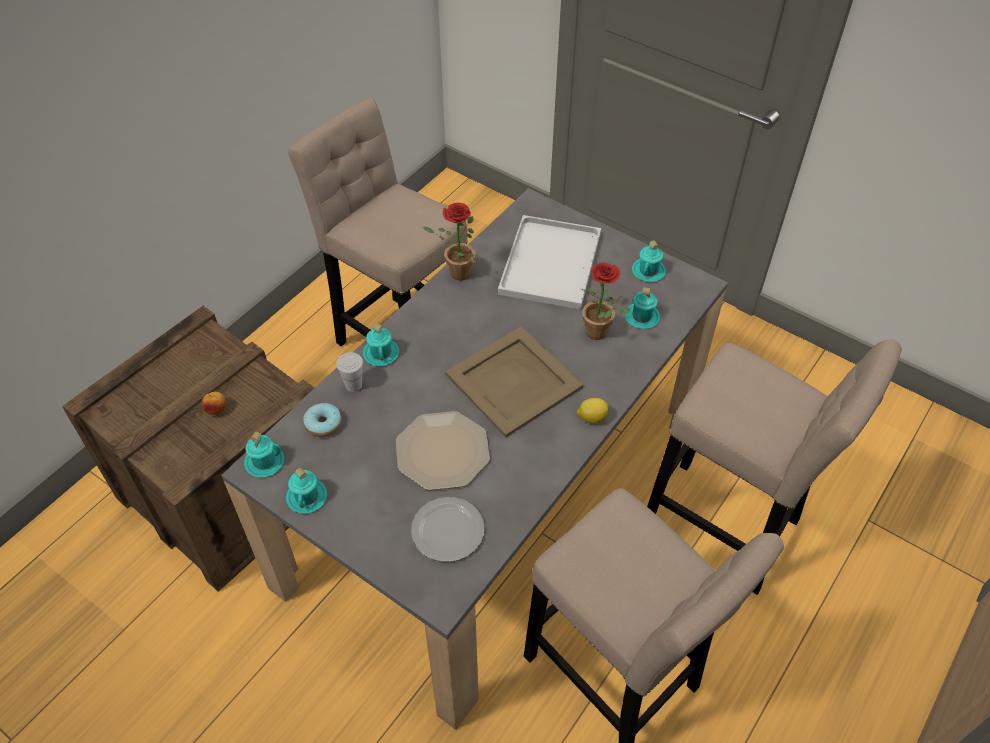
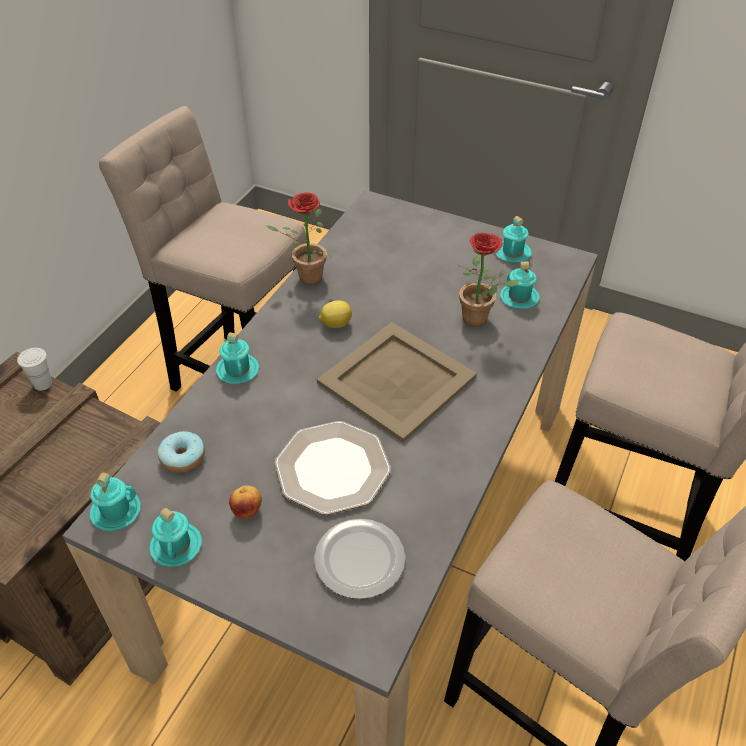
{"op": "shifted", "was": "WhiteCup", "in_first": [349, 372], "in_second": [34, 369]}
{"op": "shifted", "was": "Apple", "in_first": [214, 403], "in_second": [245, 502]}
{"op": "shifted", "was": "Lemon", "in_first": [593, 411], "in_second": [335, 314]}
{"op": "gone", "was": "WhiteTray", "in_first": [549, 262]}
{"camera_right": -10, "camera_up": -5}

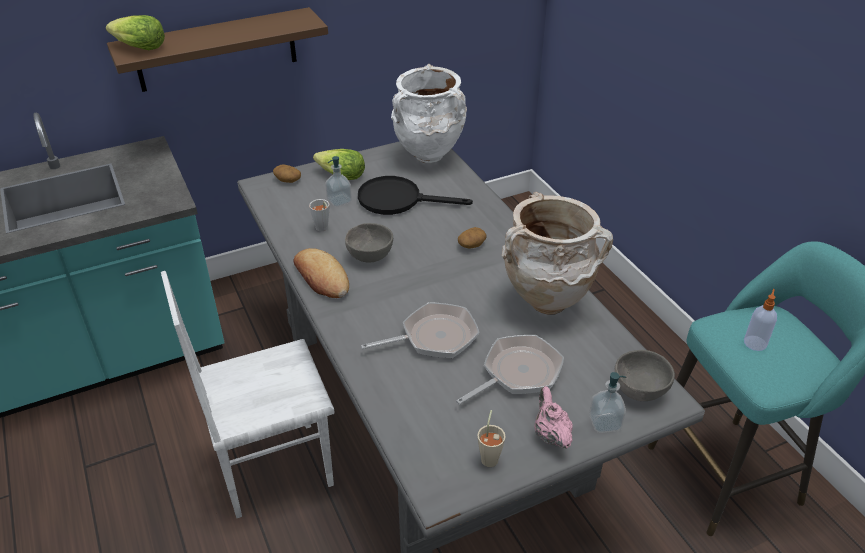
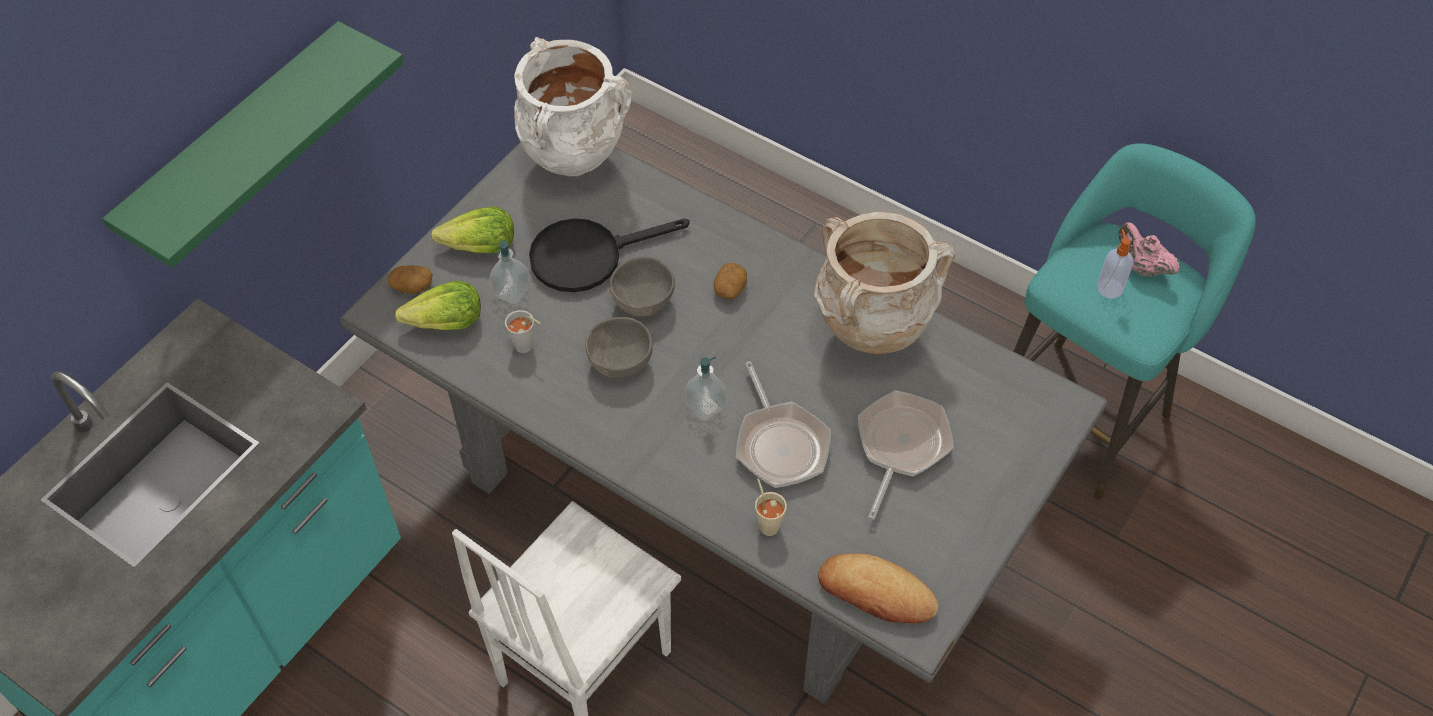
{"op": "repainted", "was": "BrownShelf", "now": "GreenShelf", "in_first": [217, 49], "in_second": [253, 144]}
{"op": "shifted", "was": "Lettuce", "in_first": [135, 32], "in_second": [438, 305]}
{"op": "shifted", "was": "GreyBowl", "in_first": [645, 375], "in_second": [642, 286]}
{"op": "shifted", "was": "SoapDispenser", "in_first": [607, 402], "in_second": [705, 389]}
{"op": "rotated", "was": "FryingPan", "in_first": [420, 330], "in_second": [783, 424], "clockwise": 120}
{"op": "shifted", "was": "BeigeCup", "in_first": [491, 438], "in_second": [771, 507]}
{"op": "shifted", "was": "Bread", "in_first": [321, 273], "in_second": [878, 588]}
{"op": "shifted", "was": "PinkTeapot", "in_first": [553, 417], "in_second": [1149, 249]}
{"camera_right": -30, "camera_up": 15}

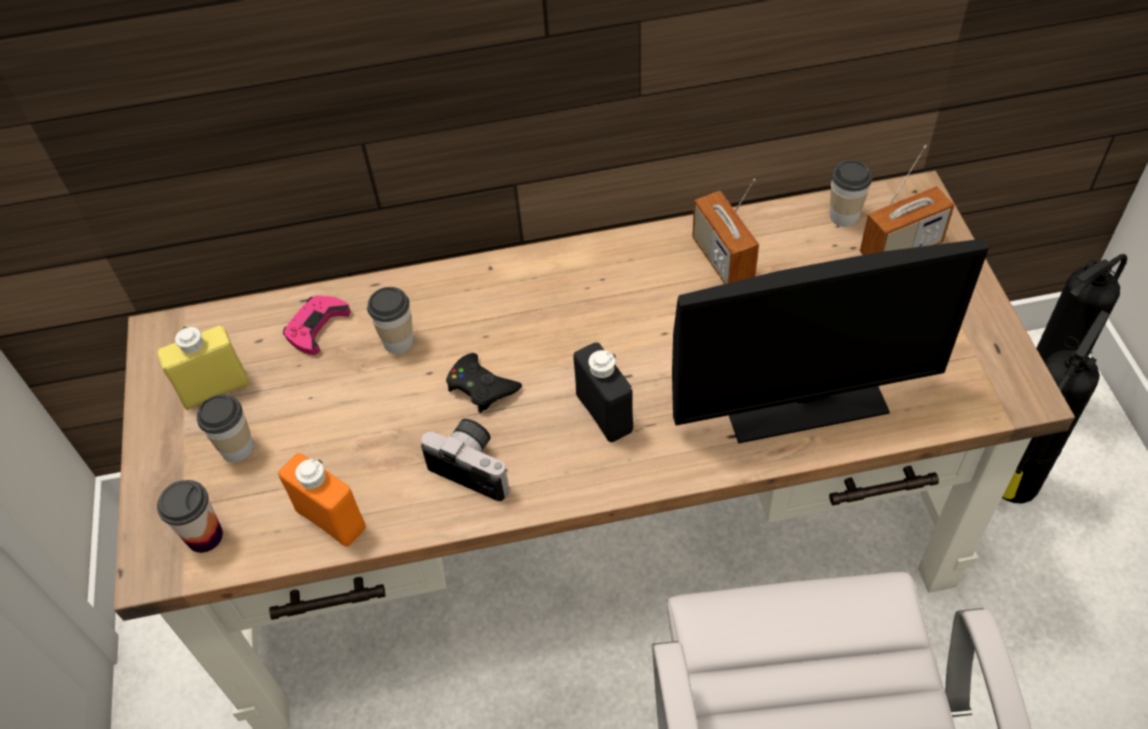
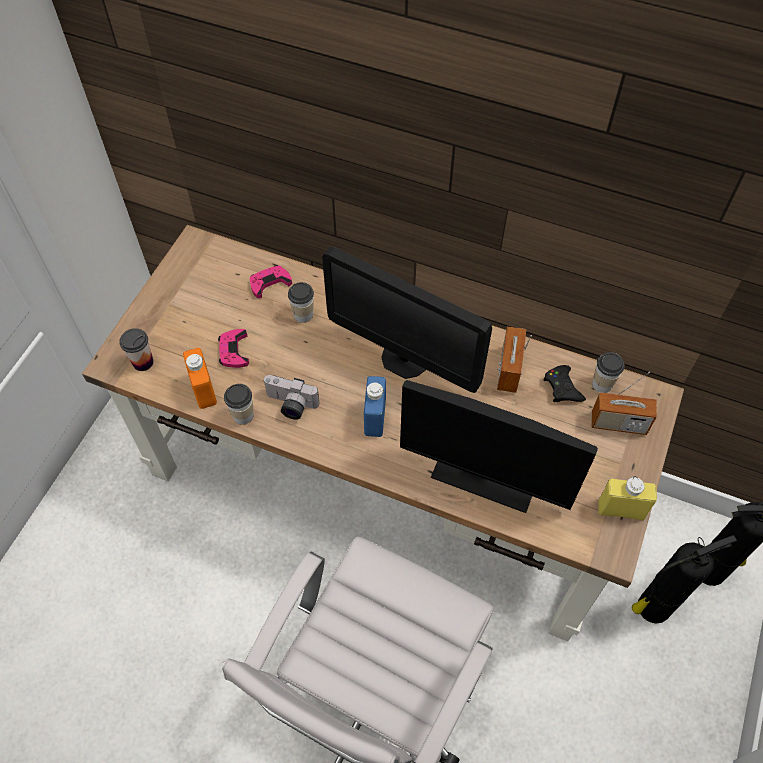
{"op": "new", "now": "PinkGameController", "in_second": [233, 348]}
{"op": "shifted", "was": "Cup", "in_first": [225, 428], "in_second": [239, 404]}
{"op": "rotated", "was": "PhotoCamera", "in_first": [465, 460], "in_second": [291, 397], "clockwise": 135}
{"op": "new", "now": "Monitor", "in_second": [407, 319]}
{"op": "repainted", "was": "BlackBottle", "now": "BlueBottle", "in_first": [603, 392], "in_second": [375, 406]}
{"op": "shifted", "was": "BlackGameController", "in_first": [484, 383], "in_second": [564, 383]}
{"op": "shifted", "was": "YellowBottle", "in_first": [203, 367], "in_second": [627, 498]}
{"camera_right": 30, "camera_up": 5}

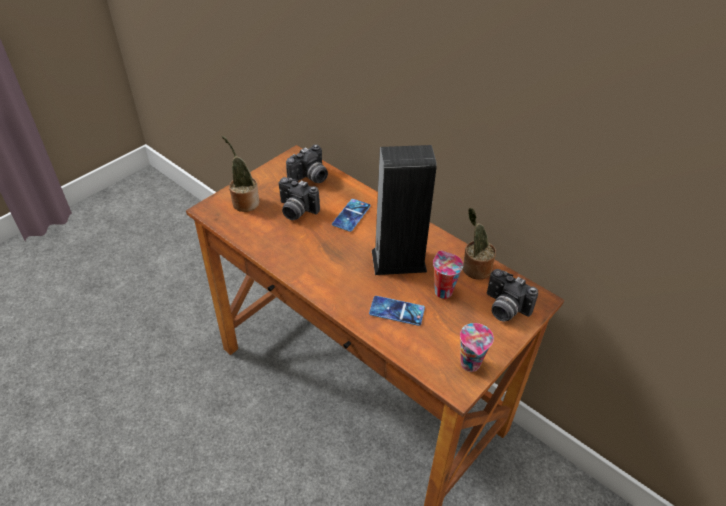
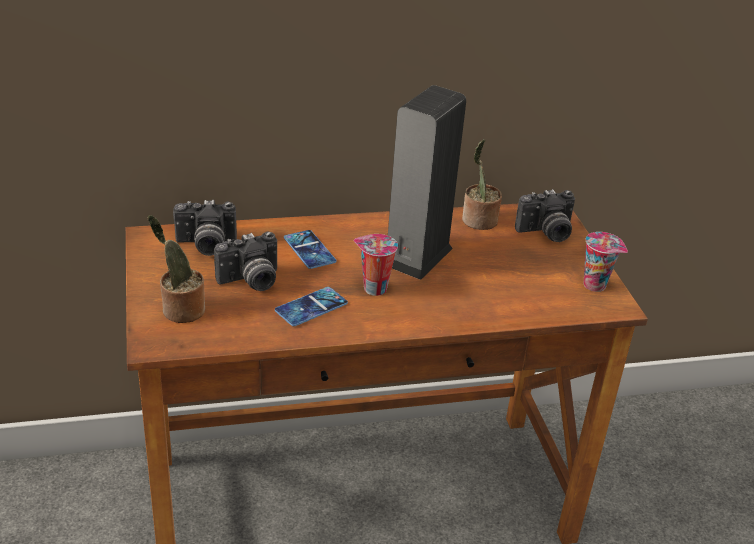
{"op": "rotated", "was": "PhotoCamera", "in_first": [307, 163], "in_second": [205, 228], "clockwise": 90}
{"op": "shifted", "was": "Phone", "in_first": [397, 311], "in_second": [311, 306]}
{"op": "shifted", "was": "Cup", "in_first": [448, 275], "in_second": [375, 265]}
{"camera_right": -55, "camera_up": -10}

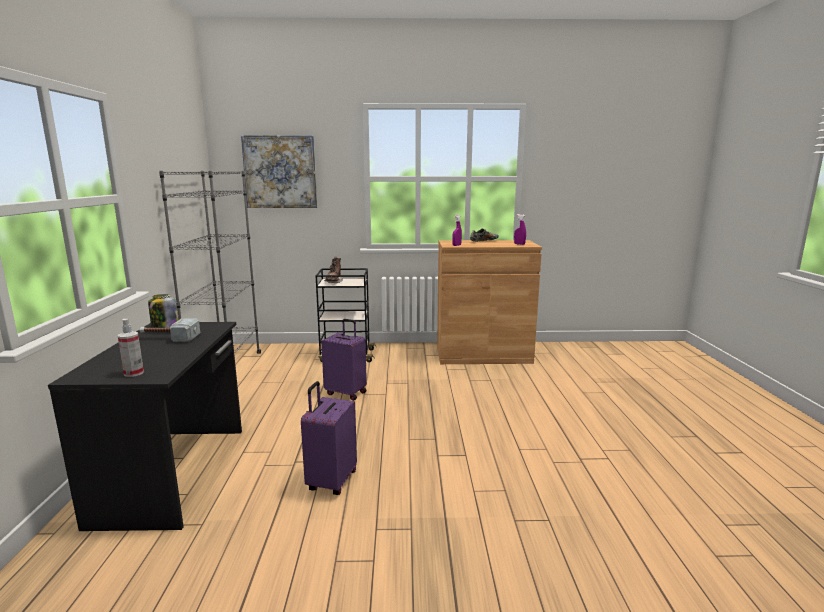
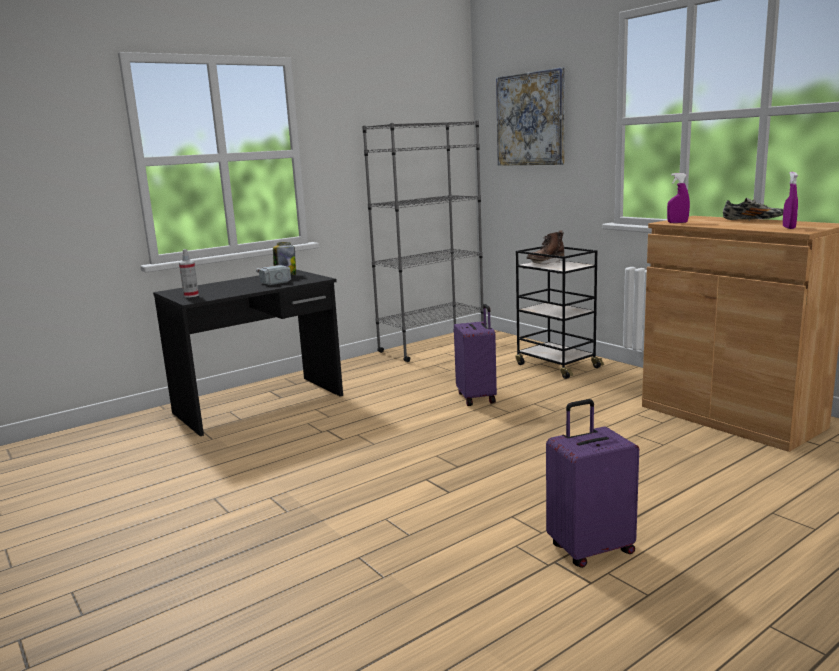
{"op": "shifted", "was": "PurpleSuitcase", "in_first": [329, 438], "in_second": [592, 483]}
{"camera_right": 55, "camera_up": 0}

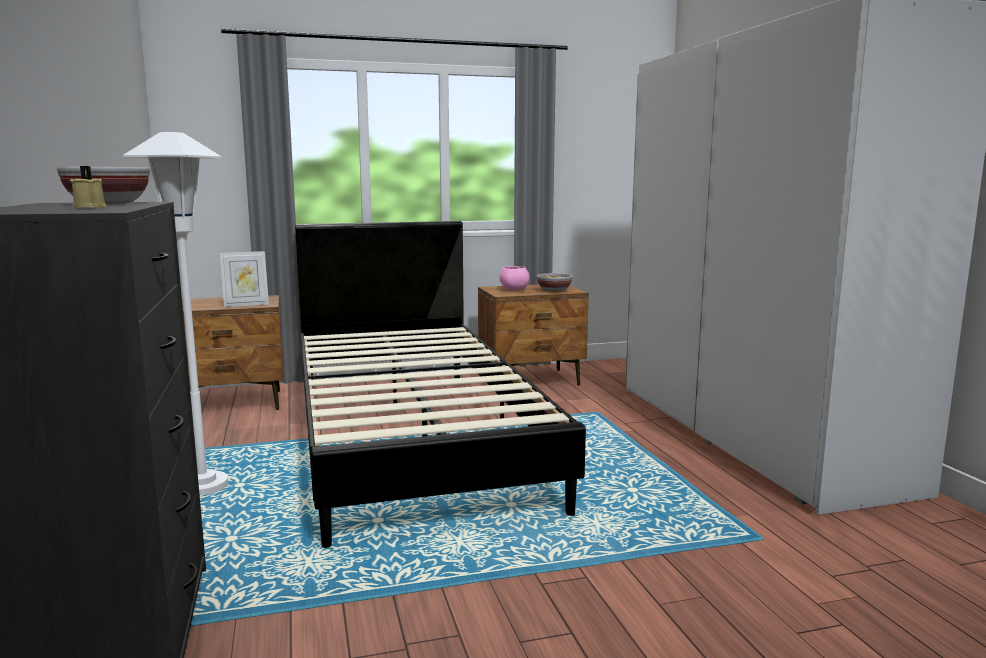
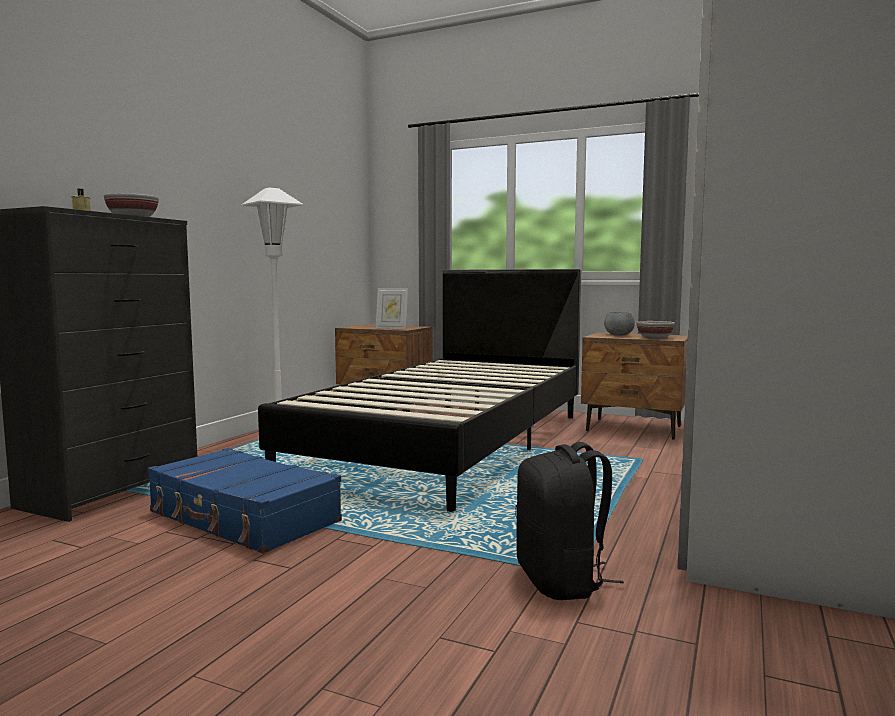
{"op": "new", "now": "BlueSuitcase", "in_second": [245, 501]}
{"op": "new", "now": "BlackBackpack", "in_second": [569, 521]}
{"op": "repainted", "was": "PinkBowl", "now": "GreyBowl", "in_first": [514, 278], "in_second": [619, 324]}
{"camera_right": 40, "camera_up": -5}

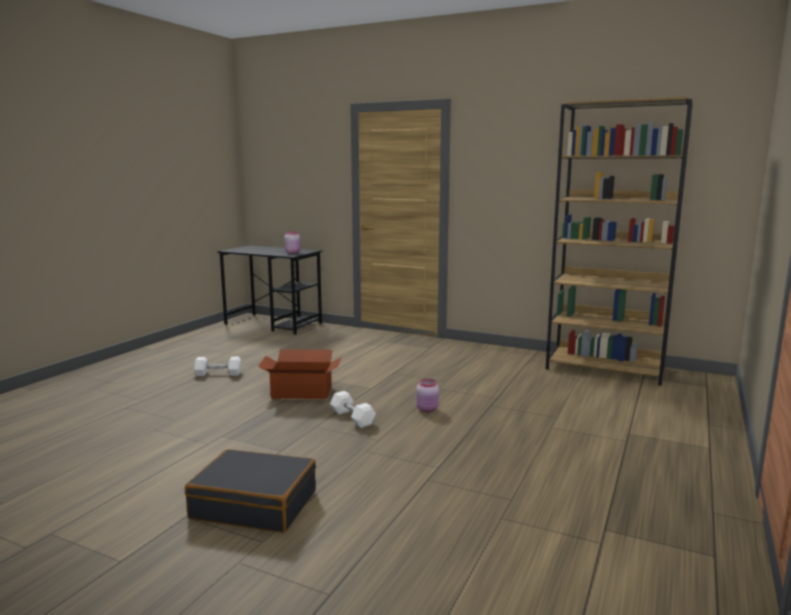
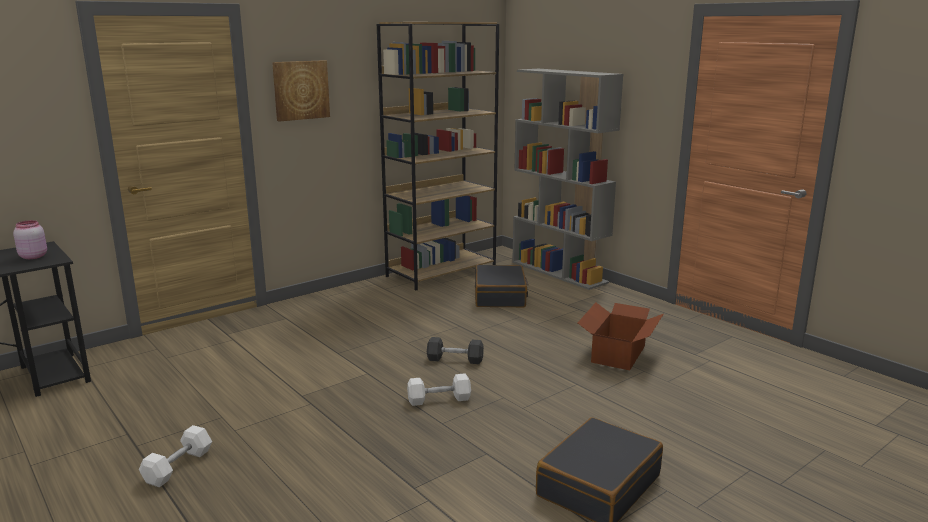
{"op": "new", "now": "Picture", "in_second": [301, 91]}
{"op": "swapped", "was": "PinkJar", "now": "GreyDumbbell", "in_first": [427, 395], "in_second": [455, 350]}
{"op": "new", "now": "BlackSuitcase", "in_second": [501, 286]}
{"op": "new", "now": "GreyBookcase", "in_second": [567, 179]}
{"op": "shifted", "was": "CardboardBox", "in_first": [300, 374], "in_second": [621, 336]}
{"camera_right": -65, "camera_up": 5}

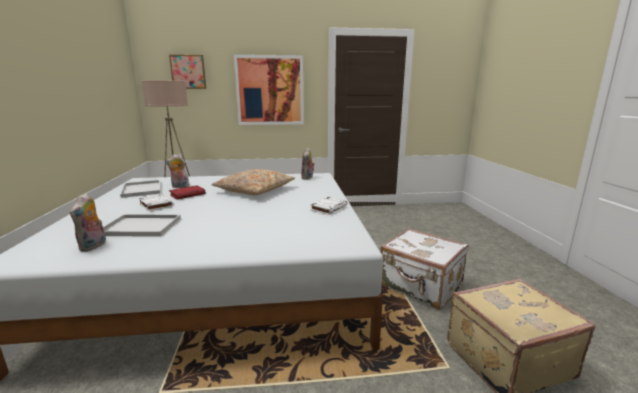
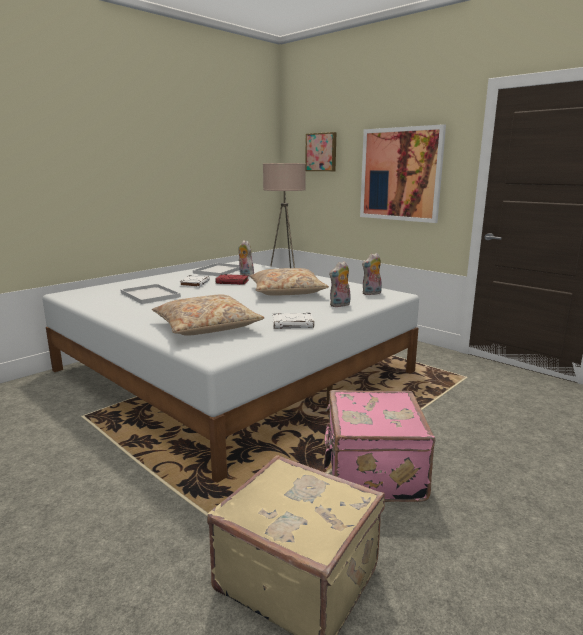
{"op": "new", "now": "BeigePillow", "in_second": [208, 315]}
{"op": "repainted", "was": "WhiteSuitcase", "now": "PinkSuitcase", "in_first": [424, 269], "in_second": [379, 446]}
{"op": "shifted", "was": "PlushToy", "in_first": [87, 222], "in_second": [339, 284]}
{"camera_right": 50, "camera_up": 0}

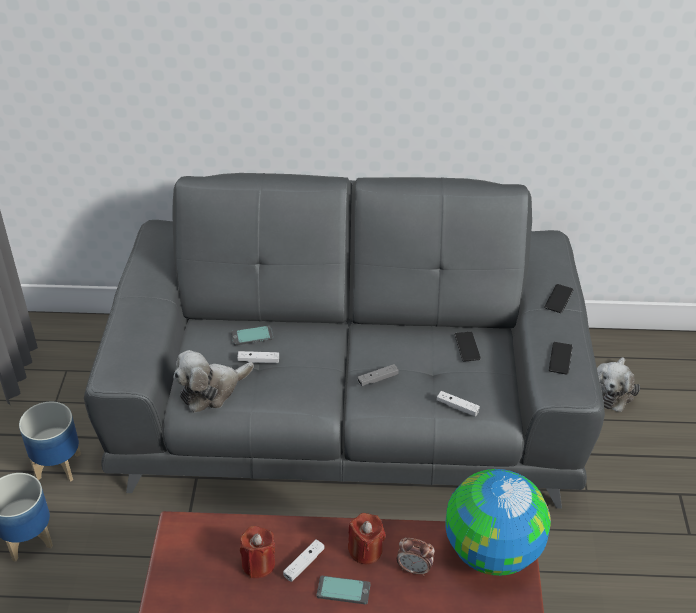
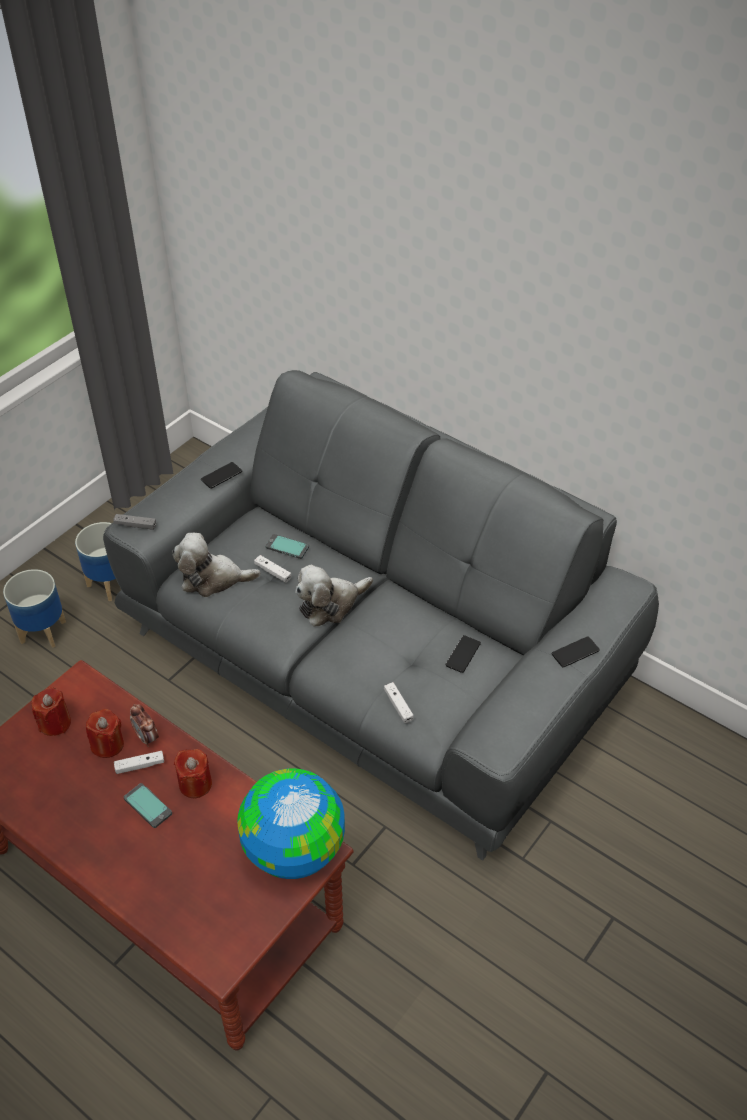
{"op": "new", "now": "RedCandle", "in_second": [51, 711]}
{"op": "shifted", "was": "GreyGameController", "in_first": [378, 375], "in_second": [134, 522]}
{"op": "shifted", "was": "AlarmClock", "in_first": [416, 556], "in_second": [144, 725]}
{"op": "shifted", "was": "Phone", "in_first": [561, 358], "in_second": [221, 475]}
{"op": "shifted", "was": "PlushToy", "in_first": [618, 384], "in_second": [334, 595]}
{"camera_right": 35, "camera_up": 5}

